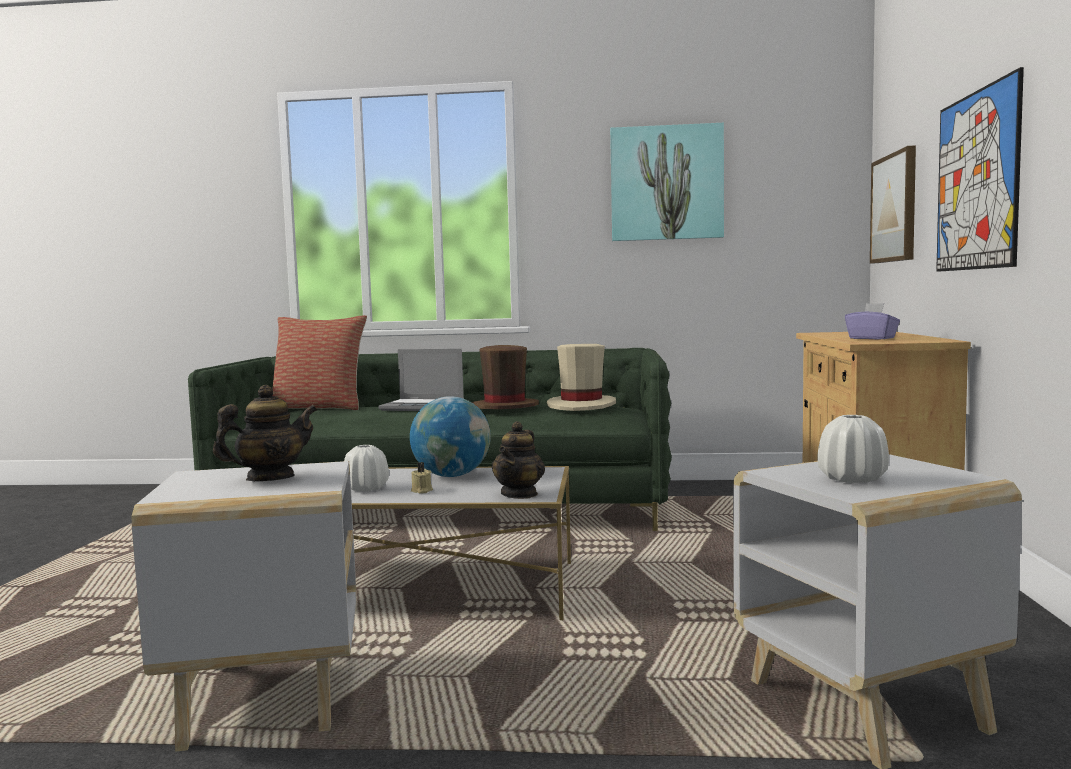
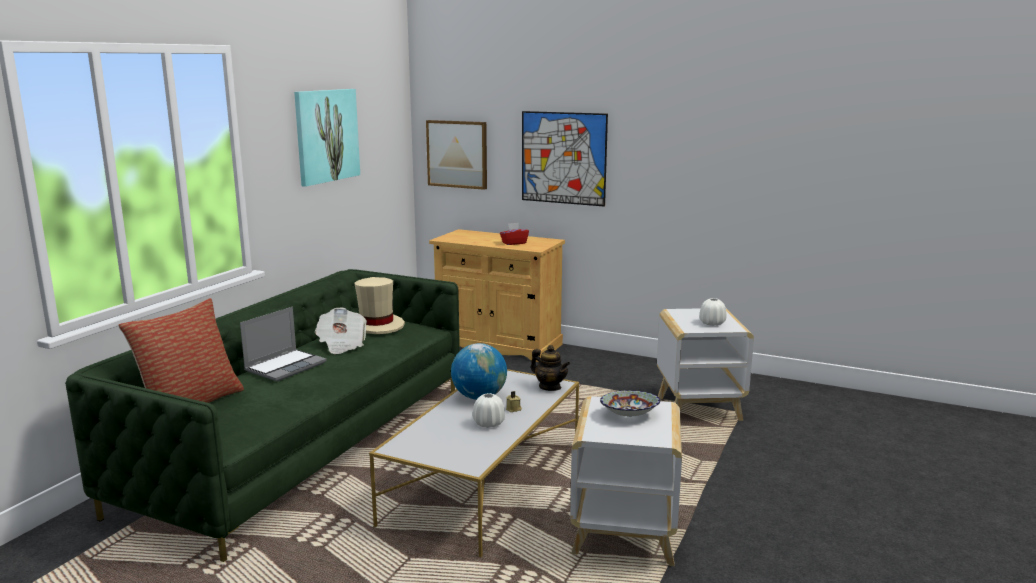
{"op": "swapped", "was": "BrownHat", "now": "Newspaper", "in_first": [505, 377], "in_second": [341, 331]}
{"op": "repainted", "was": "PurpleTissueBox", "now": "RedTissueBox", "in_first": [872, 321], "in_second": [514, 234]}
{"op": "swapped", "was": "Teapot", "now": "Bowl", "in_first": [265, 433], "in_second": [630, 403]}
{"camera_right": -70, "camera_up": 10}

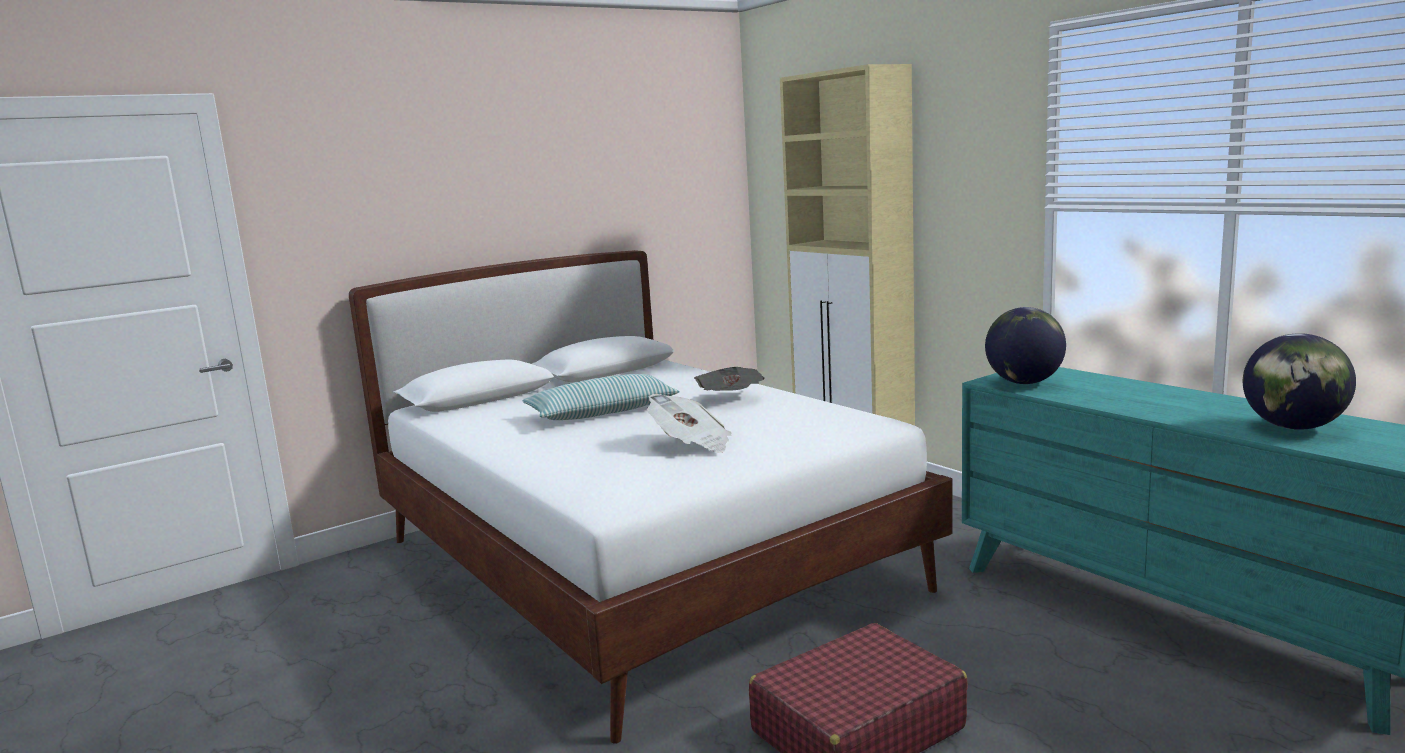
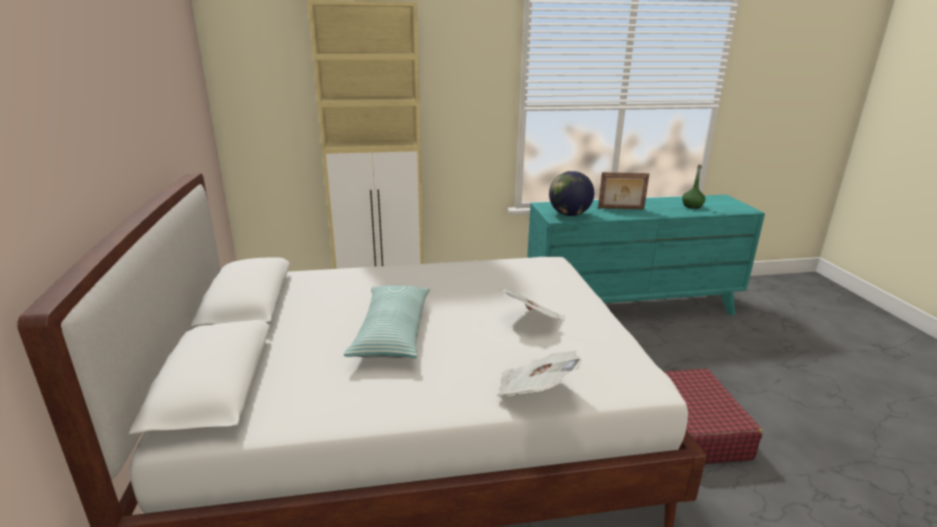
{"op": "shifted", "was": "Newspaper", "in_first": [729, 379], "in_second": [539, 373]}
{"op": "new", "now": "PictureFrame", "in_second": [623, 190]}
{"op": "swapped", "was": "Globe", "now": "GreenBottle", "in_first": [1299, 381], "in_second": [694, 187]}
{"camera_right": -65, "camera_up": 10}

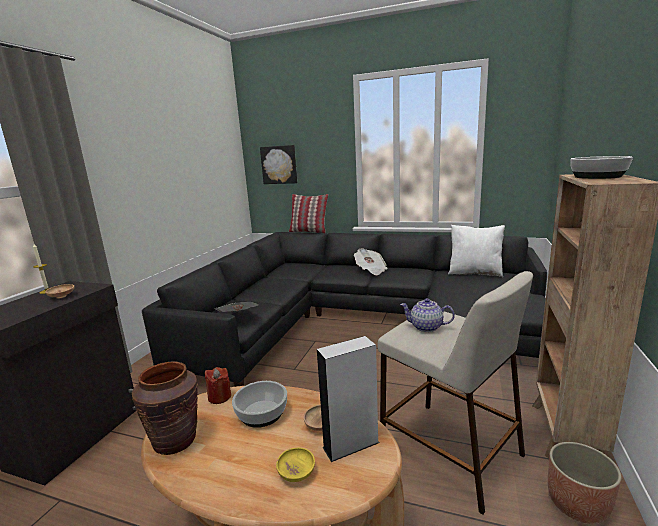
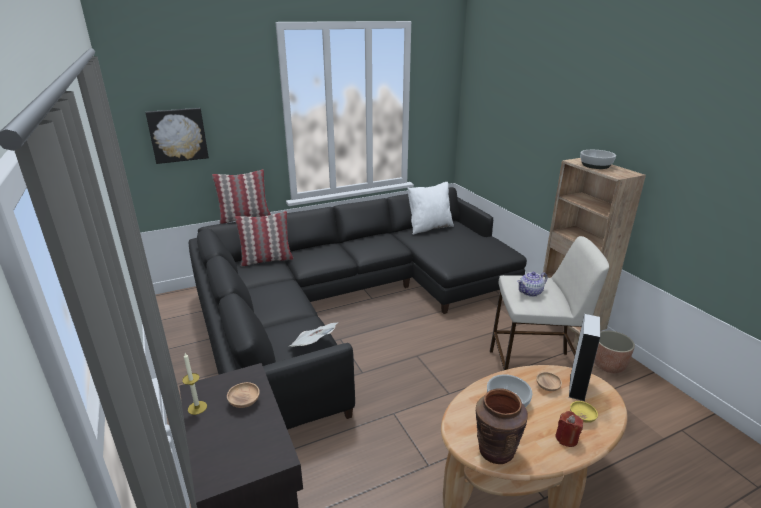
{"op": "new", "now": "Pillow", "in_second": [263, 239]}
{"op": "shifted", "was": "RedCandle", "in_first": [218, 385], "in_second": [569, 429]}
{"op": "gone", "was": "Newspaper", "in_first": [371, 262]}
{"camera_right": -45, "camera_up": 10}

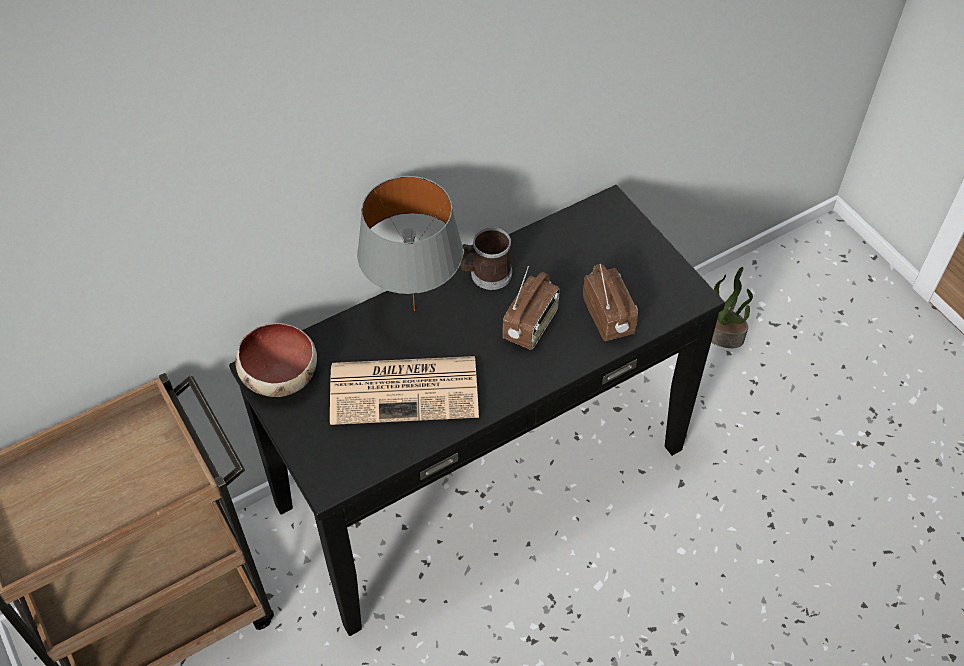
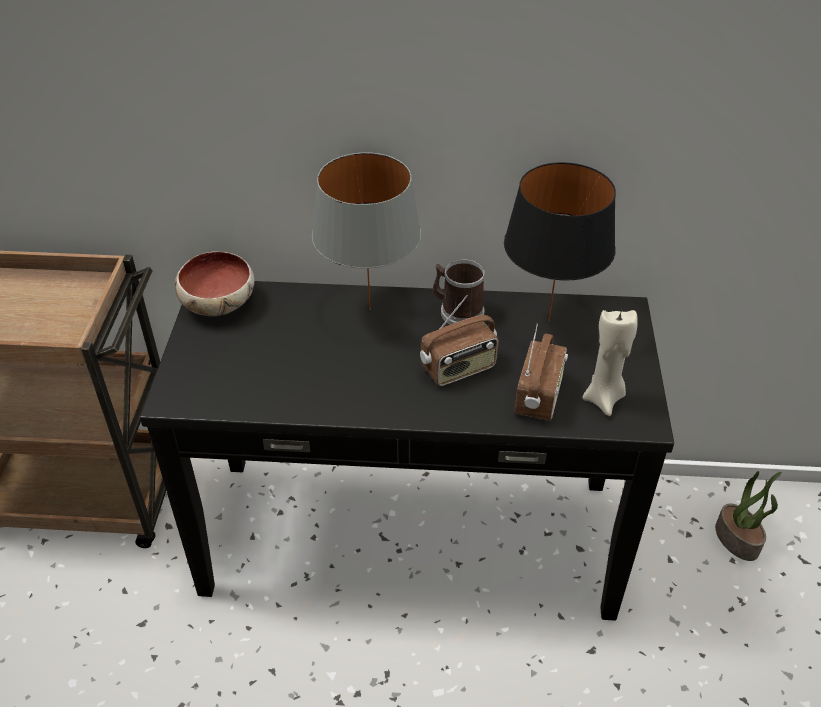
{"op": "new", "now": "BlackTableLamp", "in_second": [560, 241]}
{"op": "new", "now": "BeigeCandle", "in_second": [610, 363]}
{"op": "gone", "was": "Newspaper", "in_first": [404, 390]}
{"camera_right": 35, "camera_up": -10}

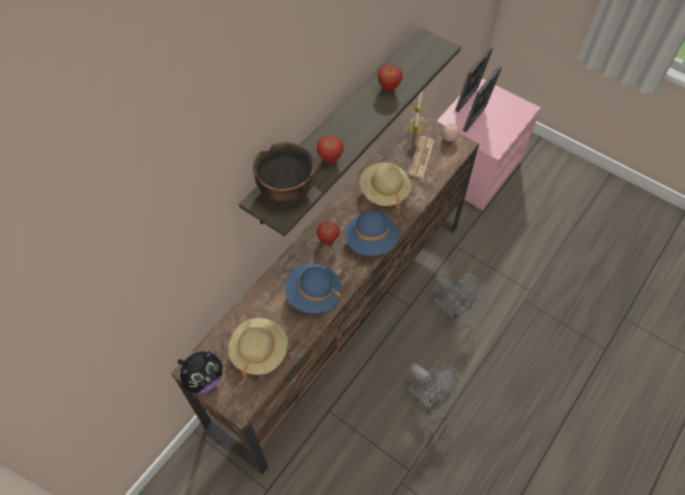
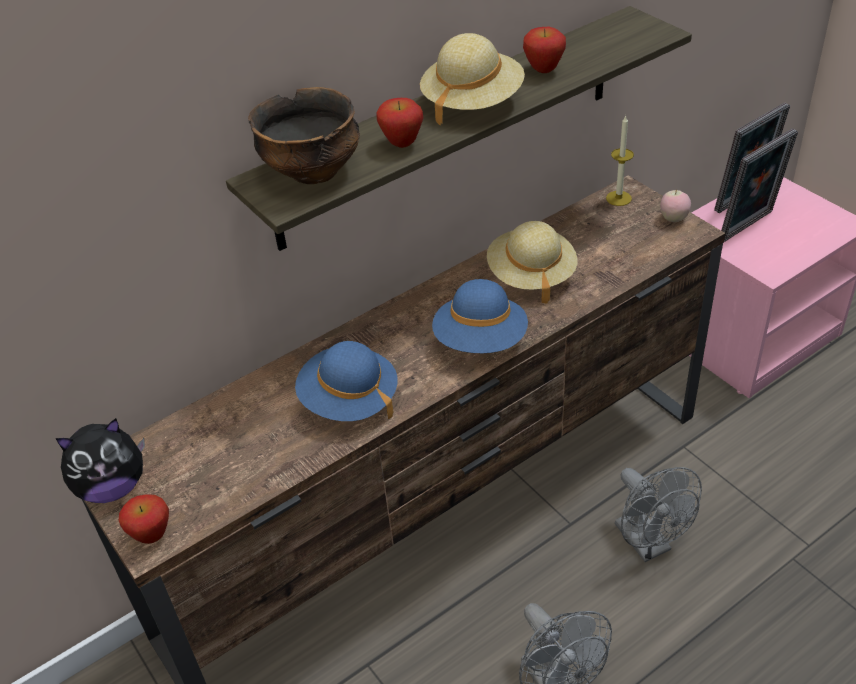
{"op": "shifted", "was": "Apple", "in_first": [328, 232], "in_second": [144, 519]}
{"op": "shifted", "was": "BeigeHat", "in_first": [258, 347], "in_second": [472, 79]}
{"op": "gone", "was": "Newspaper", "in_first": [421, 157]}
{"camera_right": 20, "camera_up": -15}

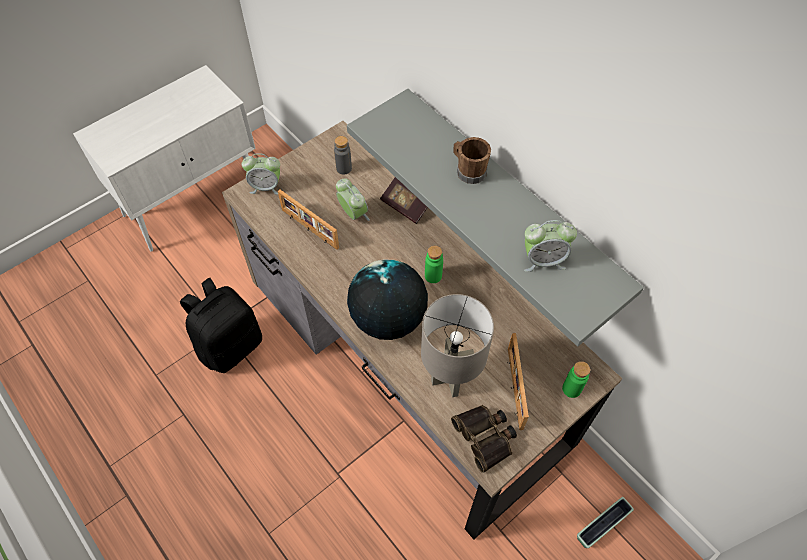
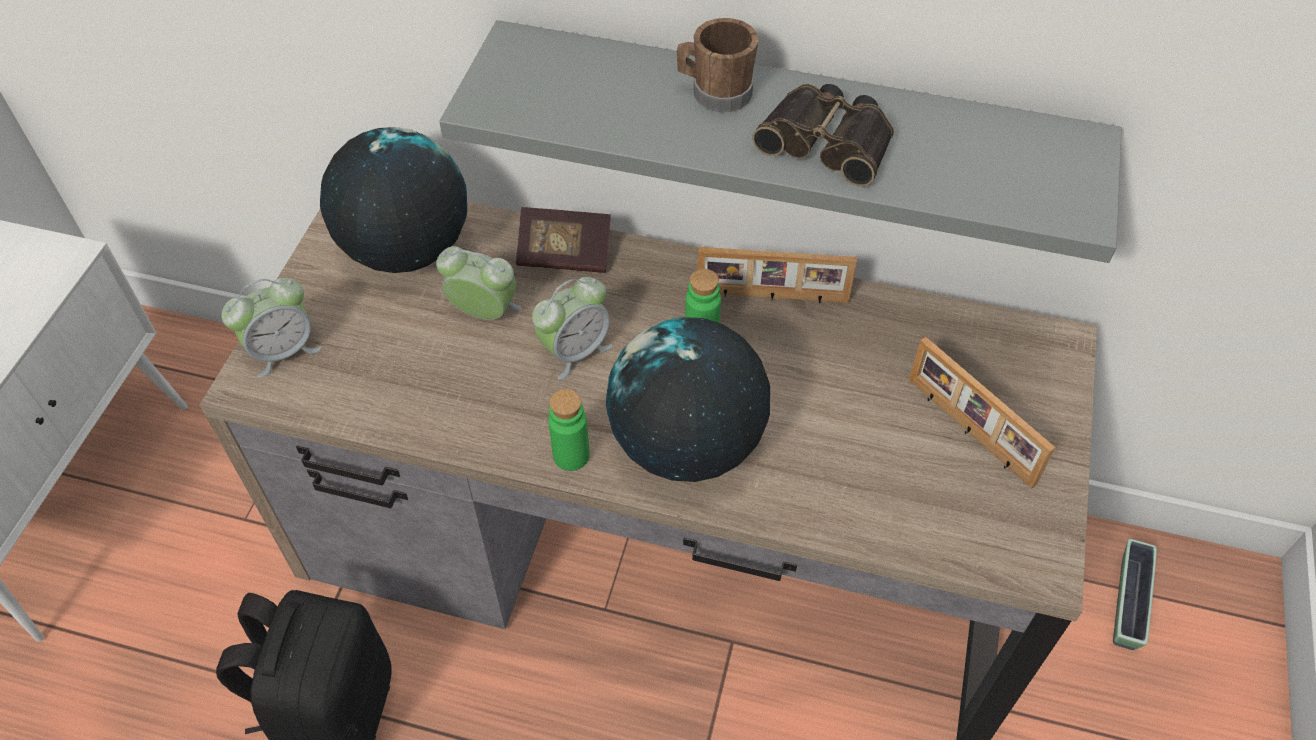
{"op": "swapped", "was": "GreyBottle", "now": "Globe", "in_first": [343, 155], "in_second": [393, 200]}
{"op": "shifted", "was": "AlarmClock", "in_first": [550, 246], "in_second": [572, 328]}
{"op": "shifted", "was": "GreenBottle", "in_first": [576, 379], "in_second": [569, 430]}
{"op": "shifted", "was": "PictureFrame", "in_first": [308, 220], "in_second": [777, 275]}
{"op": "shifted", "was": "Binoculars", "in_first": [484, 439], "in_second": [823, 135]}
{"op": "gone", "was": "GreyTableLamp", "in_first": [457, 345]}
{"camera_right": -35, "camera_up": -5}

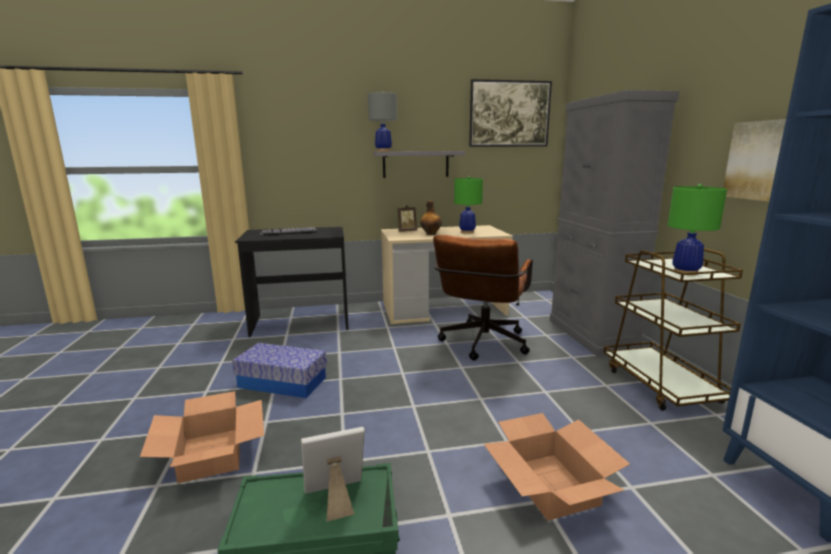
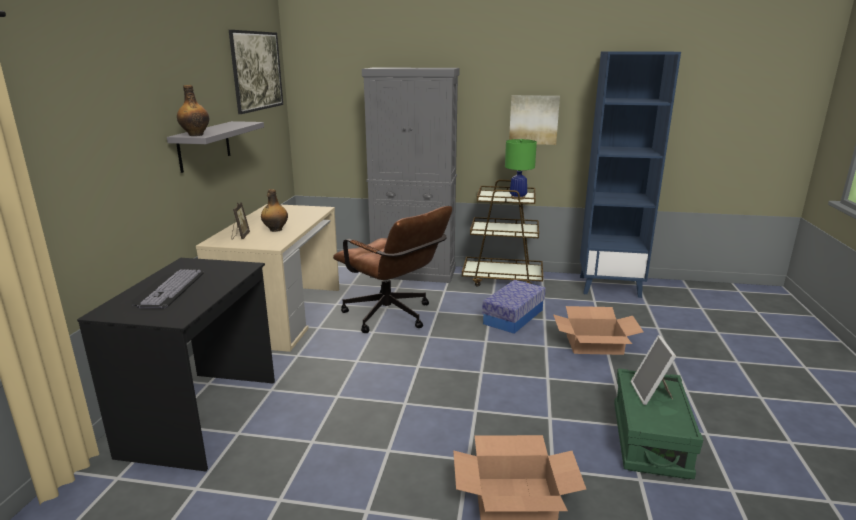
{"op": "swapped", "was": "GreyTableLamp", "now": "Bottle", "in_first": [382, 121], "in_second": [193, 110]}
{"op": "shifted", "was": "StorageBox", "in_first": [279, 370], "in_second": [514, 307]}
{"op": "gone", "was": "GreenTableLamp", "in_first": [468, 205]}
{"camera_right": -70, "camera_up": 5}

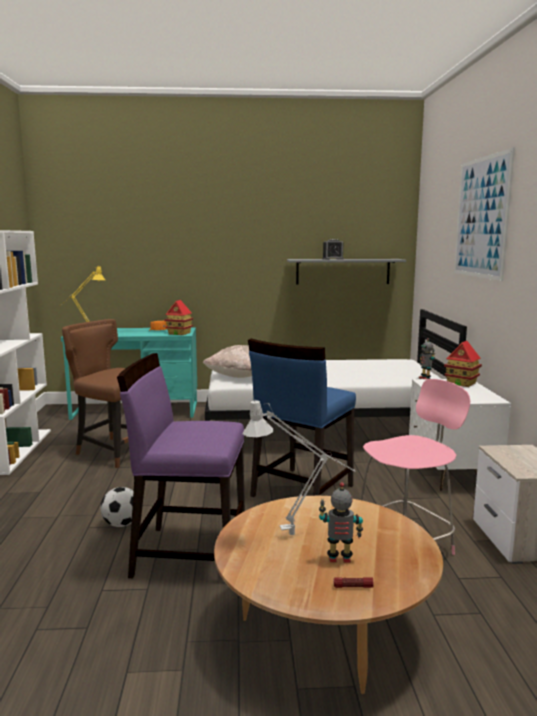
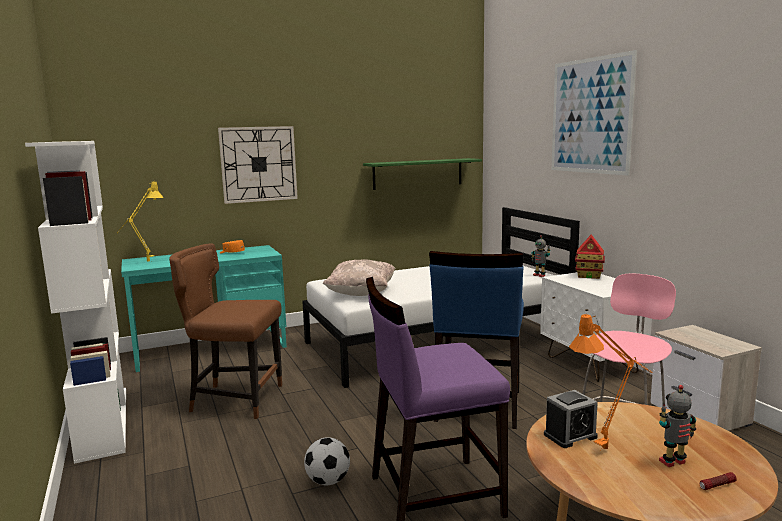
{"op": "new", "now": "WallClock", "in_second": [258, 165]}
{"op": "repainted", "was": "GreyShelf", "now": "GreenShelf", "in_first": [346, 272], "in_second": [422, 174]}
{"op": "shifted", "was": "AlarmClock", "in_first": [333, 249], "in_second": [571, 419]}
{"op": "repainted", "was": "GreyTableLamp", "now": "OrangeTableLamp", "in_first": [298, 468], "in_second": [611, 381]}
{"op": "gone", "was": "ToyHouse", "in_first": [178, 317]}
{"camera_right": -20, "camera_up": 0}

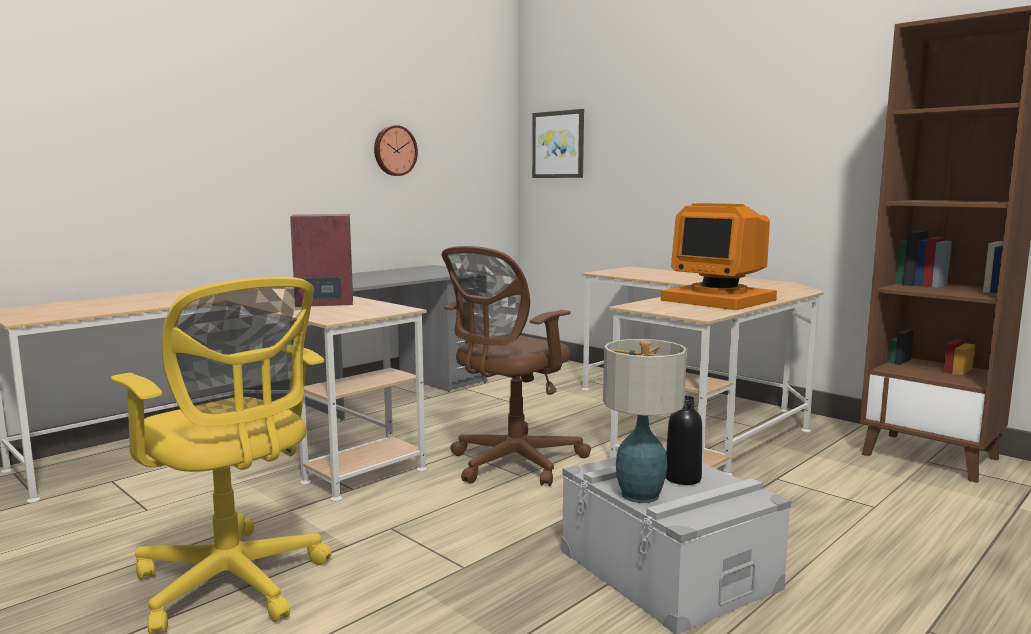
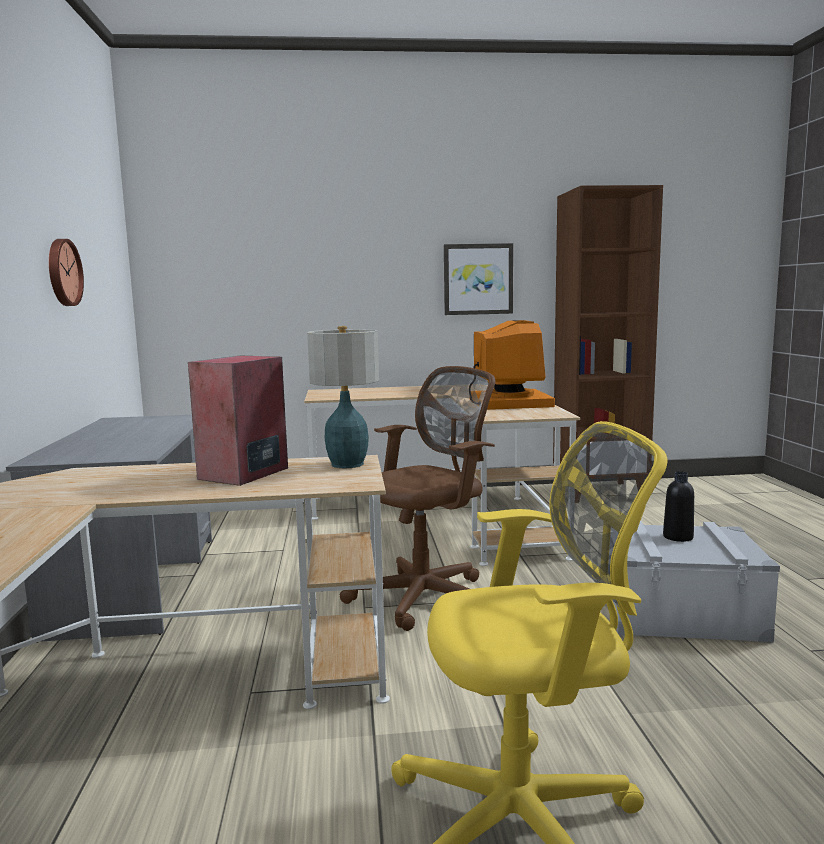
{"op": "shifted", "was": "TableLamp", "in_first": [645, 421], "in_second": [343, 397]}
{"op": "rotated", "was": "BrownOfficeChair", "in_first": [516, 366], "in_second": [418, 498], "clockwise": -120}
{"op": "shifted", "was": "Picture", "in_first": [558, 143], "in_second": [478, 279]}
{"op": "rotated", "was": "Monitor", "in_first": [719, 256], "in_second": [514, 365], "clockwise": -90}
{"camera_right": -50, "camera_up": 0}

